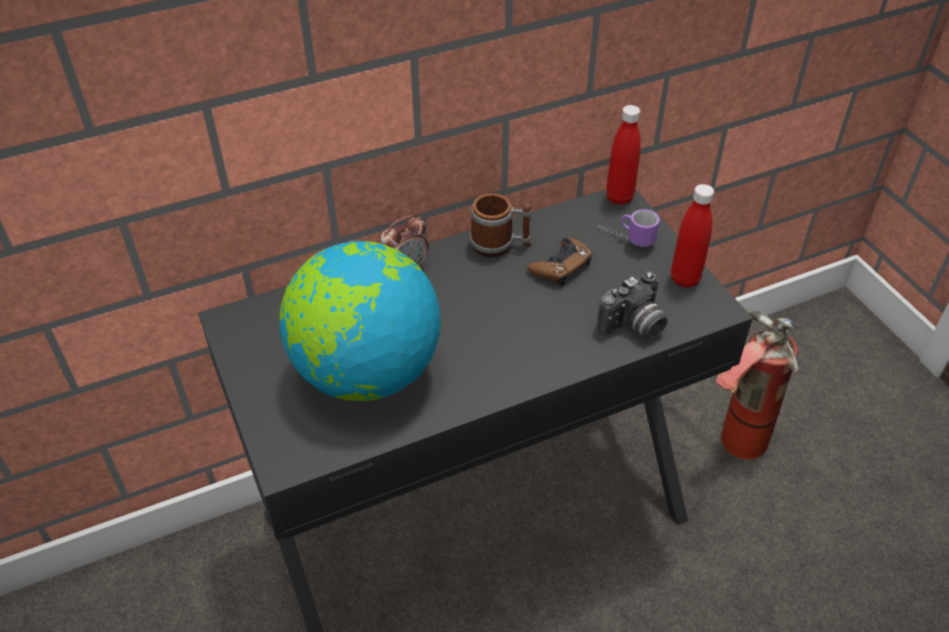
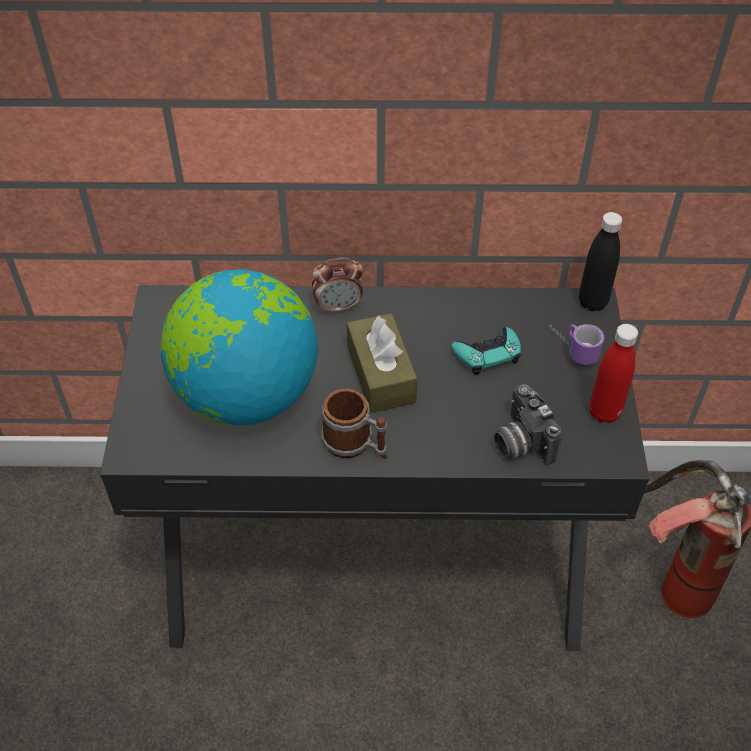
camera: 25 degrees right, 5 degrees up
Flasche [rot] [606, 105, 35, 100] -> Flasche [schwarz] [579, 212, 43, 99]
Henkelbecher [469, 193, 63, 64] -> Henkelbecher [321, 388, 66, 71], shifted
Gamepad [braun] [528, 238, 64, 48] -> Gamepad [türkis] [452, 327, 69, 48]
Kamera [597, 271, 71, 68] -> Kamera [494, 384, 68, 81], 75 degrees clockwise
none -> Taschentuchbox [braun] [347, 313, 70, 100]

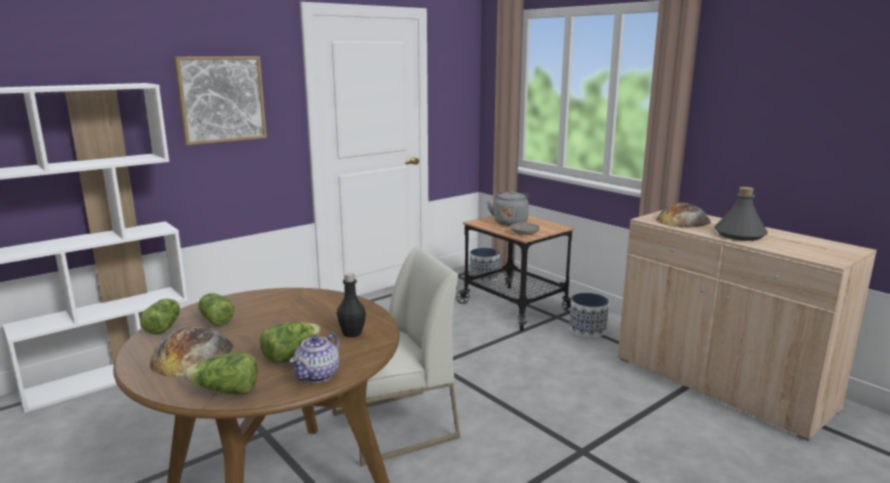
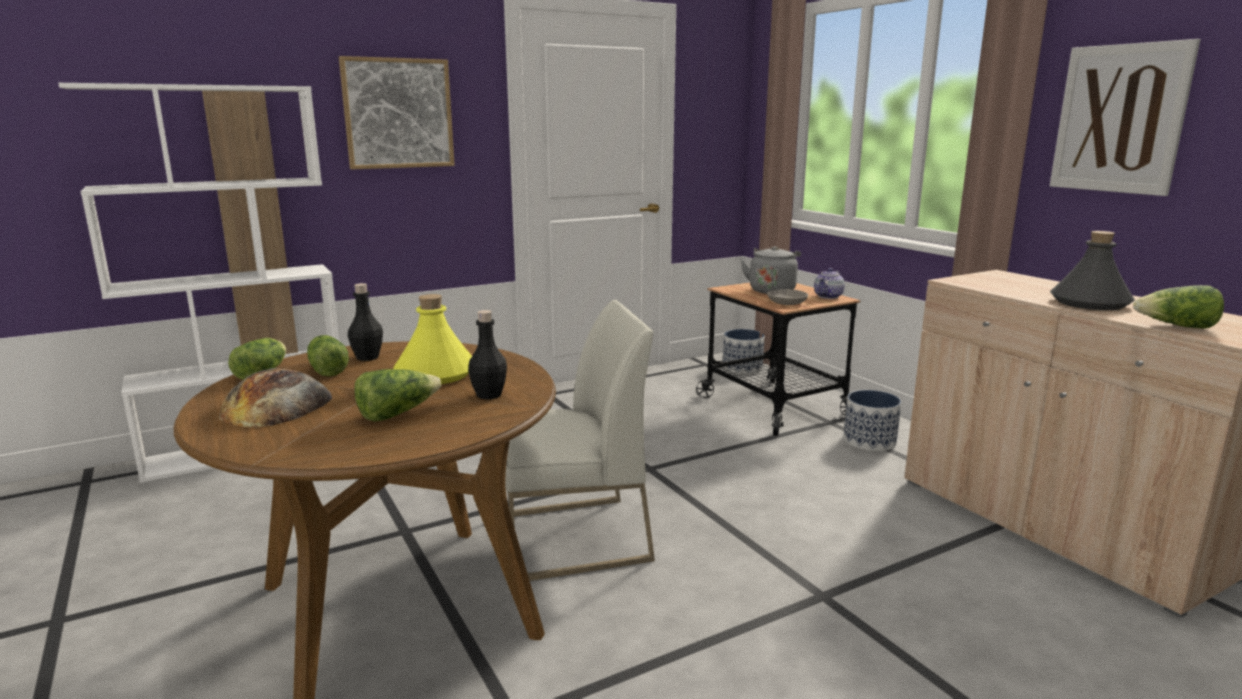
camera: 10 degrees right, 0 degrees up
Brot [656, 203, 55, 25] -> none
Teekanne [290, 332, 50, 51] -> Teekanne [814, 268, 31, 31], shifted
Salatkopf [184, 352, 73, 43] -> Salatkopf [1133, 285, 91, 44], shifted
none -> Bild [1050, 39, 150, 157]
none -> Flasche [schwarz] [348, 283, 35, 78]
none -> Flasche [gelb] [393, 294, 79, 90]

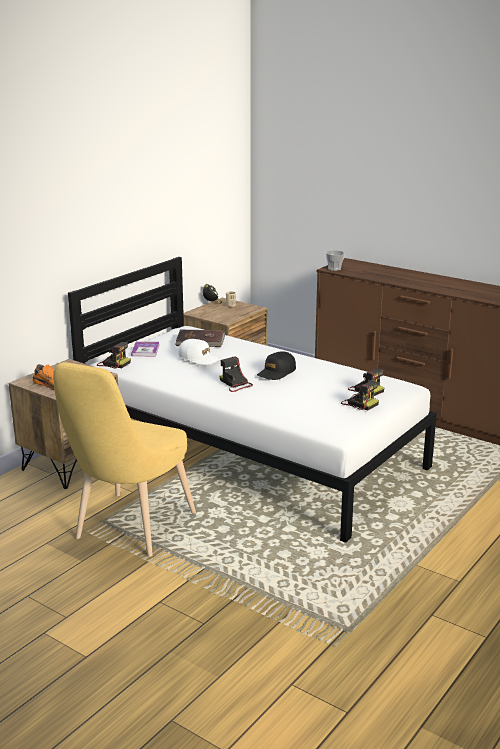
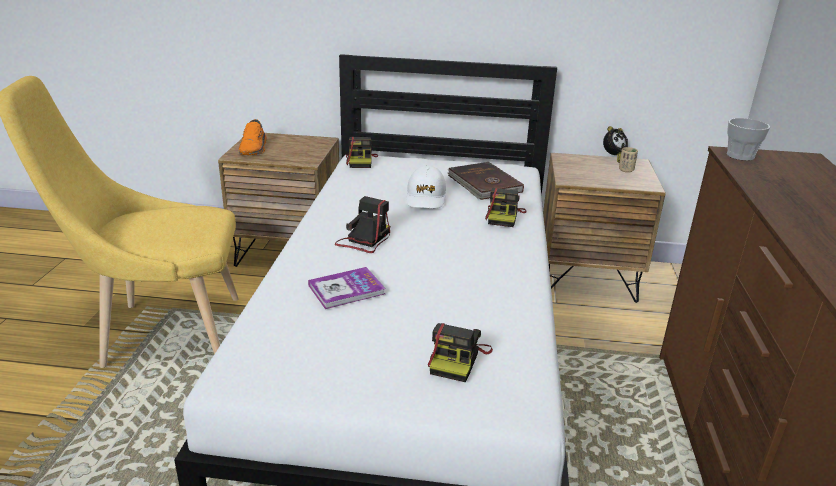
camera: 60 degrees right, 5 degrees up
Buch [131, 342, 28, 14] -> Buch [308, 267, 78, 42], shifted
Kappe [schwarz] [257, 351, 39, 29] -> none
Kamera [341, 381, 38, 29] -> Kamera [485, 188, 42, 39], shifted

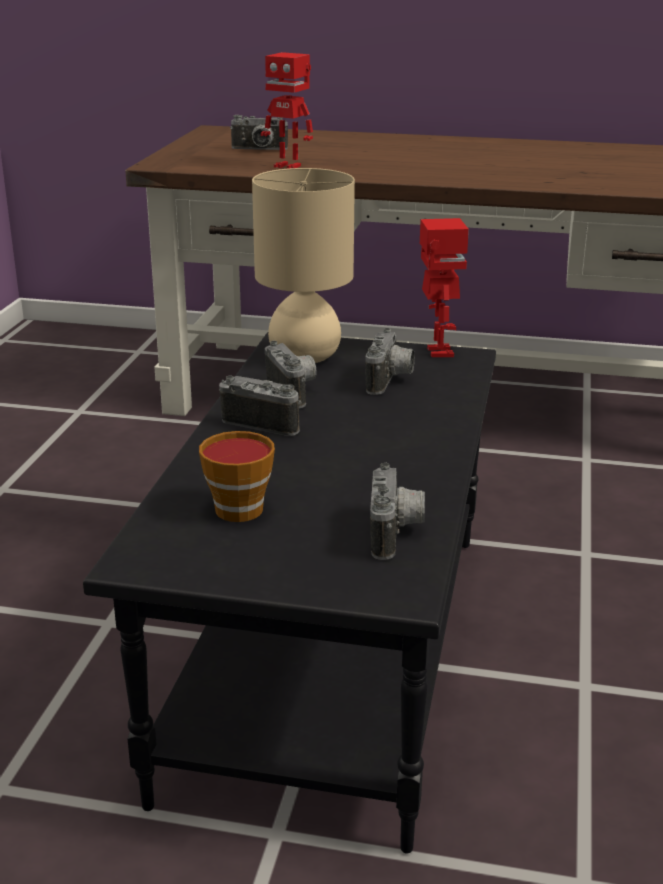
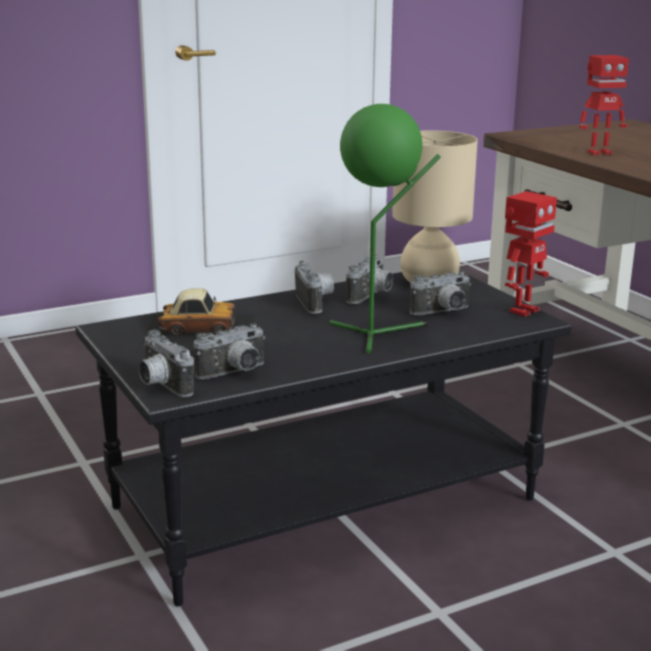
camera: 50 degrees right, 5 degrees down
Spielzeugroboter [261, 52, 52, 117] -> Spielzeugroboter [579, 55, 50, 100], 90 degrees counterclockwise
Kamera [230, 115, 58, 35] -> Kamera [139, 330, 55, 67], shifted
Tasse [199, 431, 76, 91] -> Spielzeugauto [140, 288, 115, 58]
none -> Tischlampe [grün] [329, 104, 112, 250]

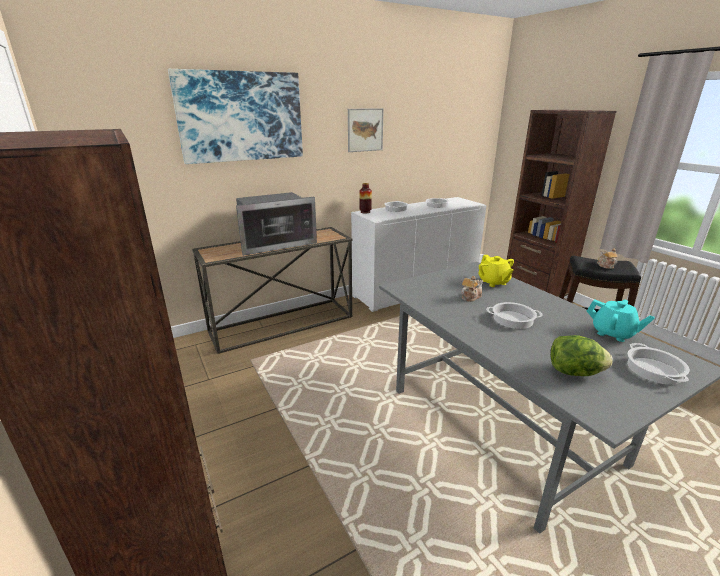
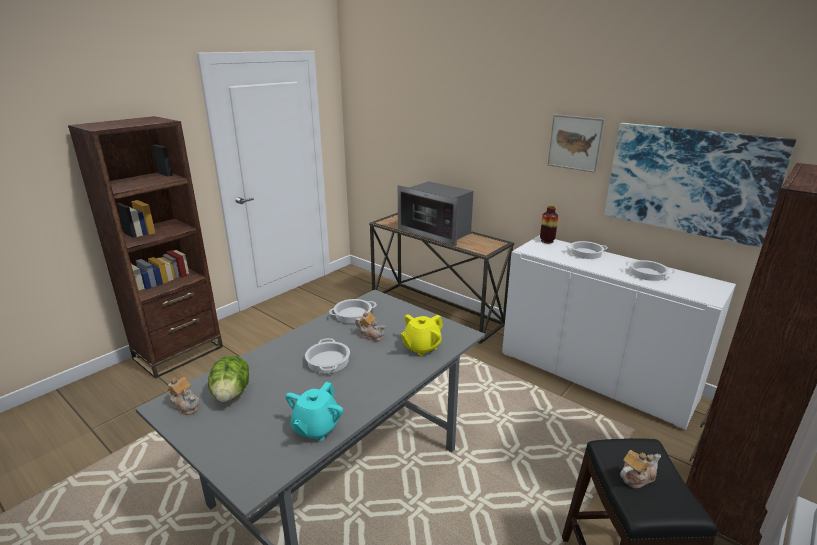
camera: 70 degrees right, 0 degrees up
Bild [168, 69, 135, 95] -> Bild [604, 123, 193, 125], shifted
Kochtopf [627, 343, 63, 42] -> Kochtopf [329, 299, 48, 25], shifted
none -> Teekanne [167, 377, 33, 38]

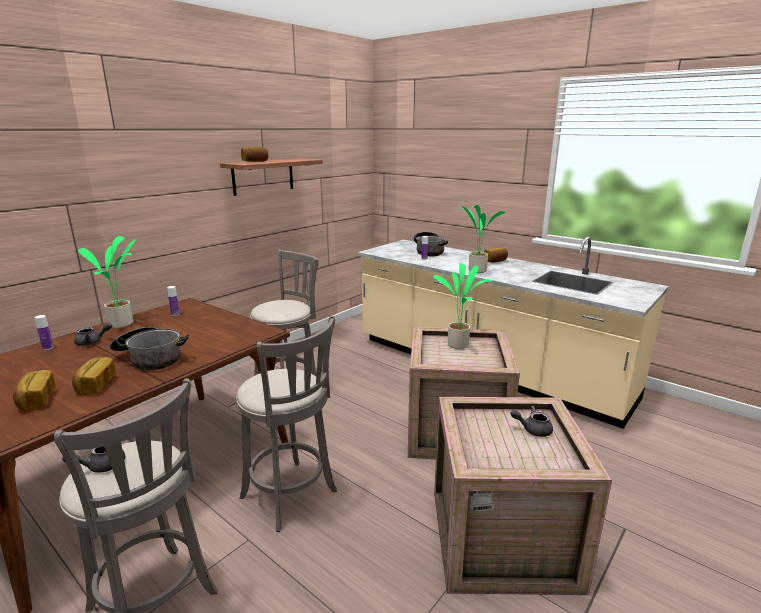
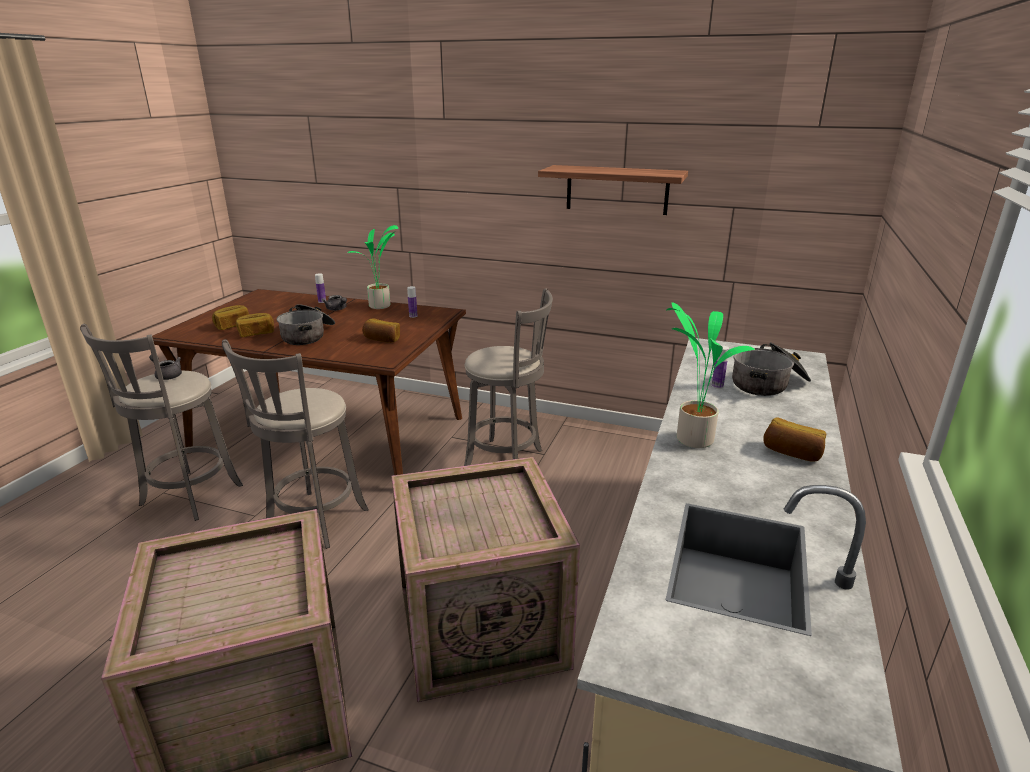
camera: 70 degrees right, 5 degrees up
Brot [241, 147, 27, 15] -> Brot [362, 318, 38, 25], shifted
Topfpflanze [433, 263, 59, 86] -> none
Teekanne [grau] [511, 406, 42, 31] -> none

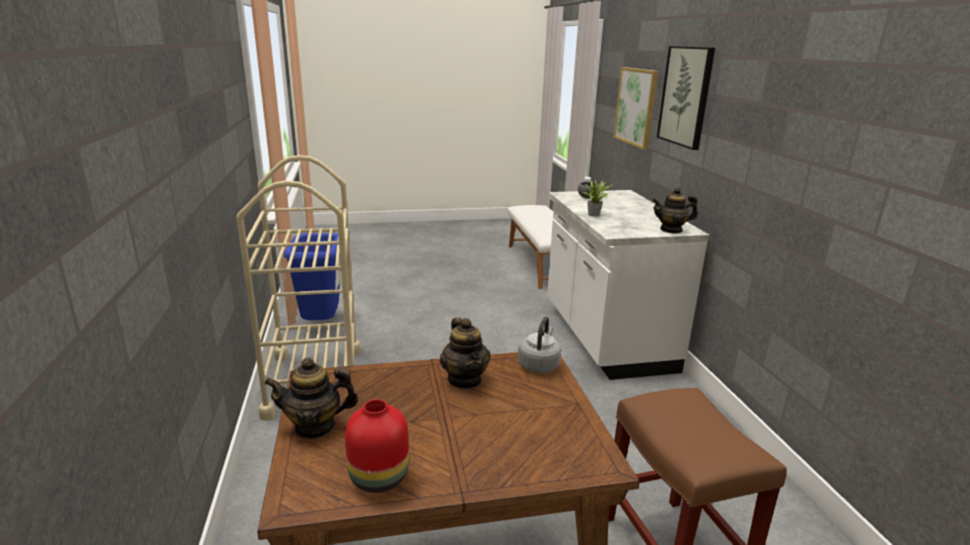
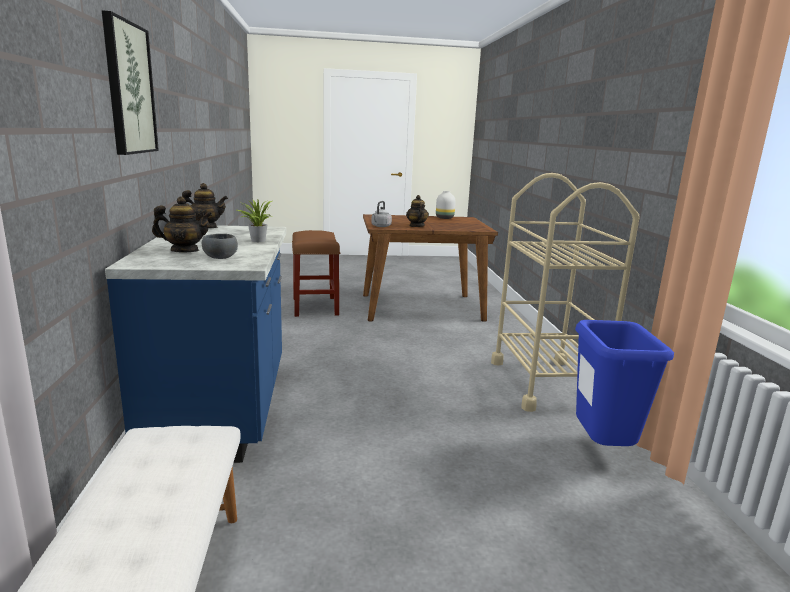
camera: 175 degrees left, 5 degrees down
Bild [614, 67, 45, 82] -> none
Küchenzeile [weiß] [547, 190, 162, 190] -> Küchenzeile [blau] [105, 225, 181, 238]
Teekanne [264, 357, 94, 82] -> Teekanne [152, 197, 60, 55], shifted
Vase [rot] [345, 399, 64, 94] -> Vase [weiß] [436, 191, 20, 28]

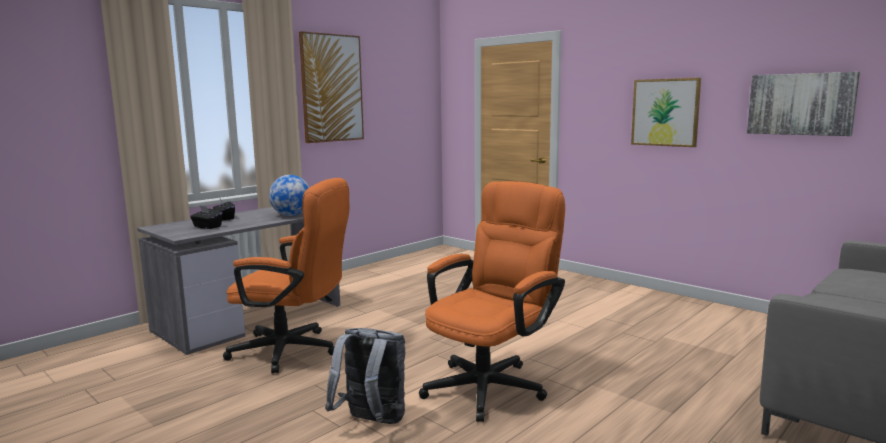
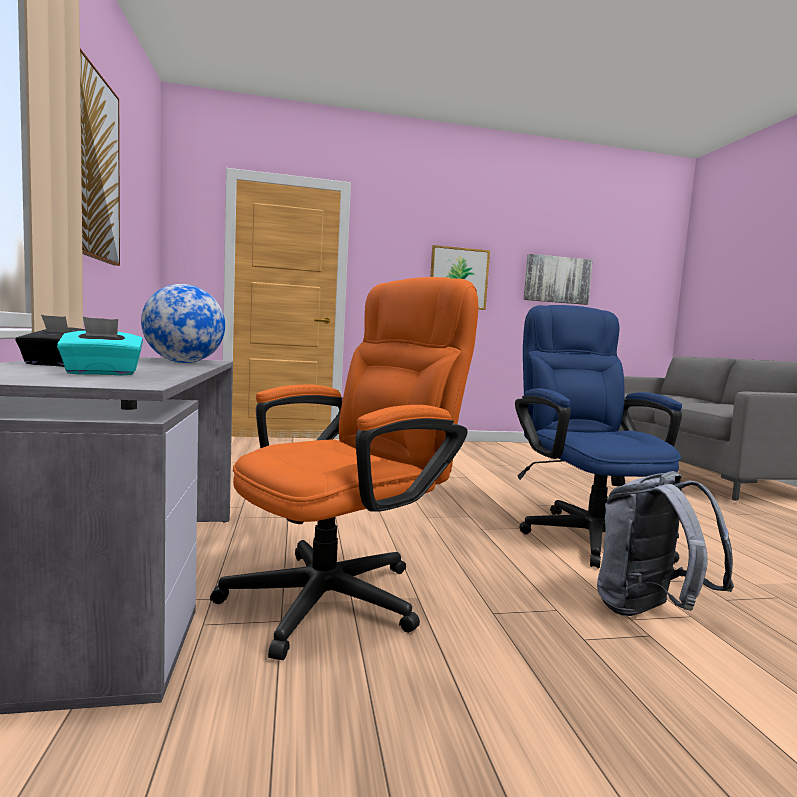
camera: 55 degrees left, 5 degrees down
Bürostuhl [orange] [419, 181, 146, 241] -> Bürostuhl [blau] [515, 305, 167, 264]
Taschentuchbox [schwarz] [190, 205, 33, 24] -> Taschentuchbox [türkis] [57, 317, 86, 58]

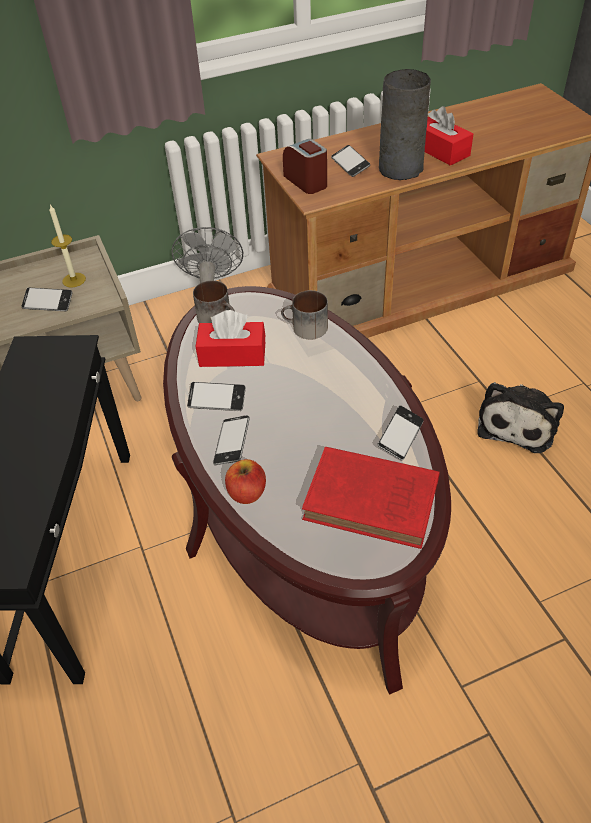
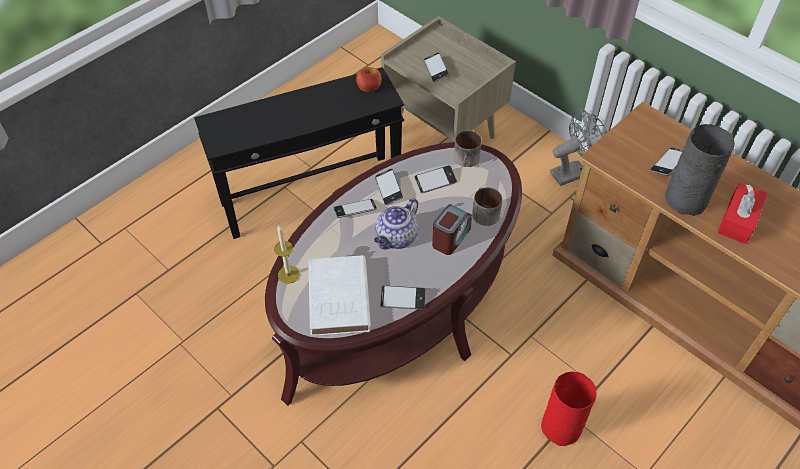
camera: 65 degrees right, 5 degrees up
Wecker [283, 139, 44, 55] -> Wecker [432, 204, 40, 51], shifted
Kerze [49, 204, 37, 84] -> Kerze [274, 225, 25, 59], shifted
Taschentuchbox [rot] [196, 310, 69, 57] -> Handy [414, 165, 43, 28]
Plüschtier [477, 382, 87, 71] -> Vase [rot] [541, 372, 55, 74]
Buch [rot] [302, 447, 137, 102] -> Buch [weiß] [308, 255, 63, 81]
Apfel [225, 459, 41, 45] -> Apfel [356, 67, 26, 25], shifted
none -> Teekanne [374, 198, 44, 52]

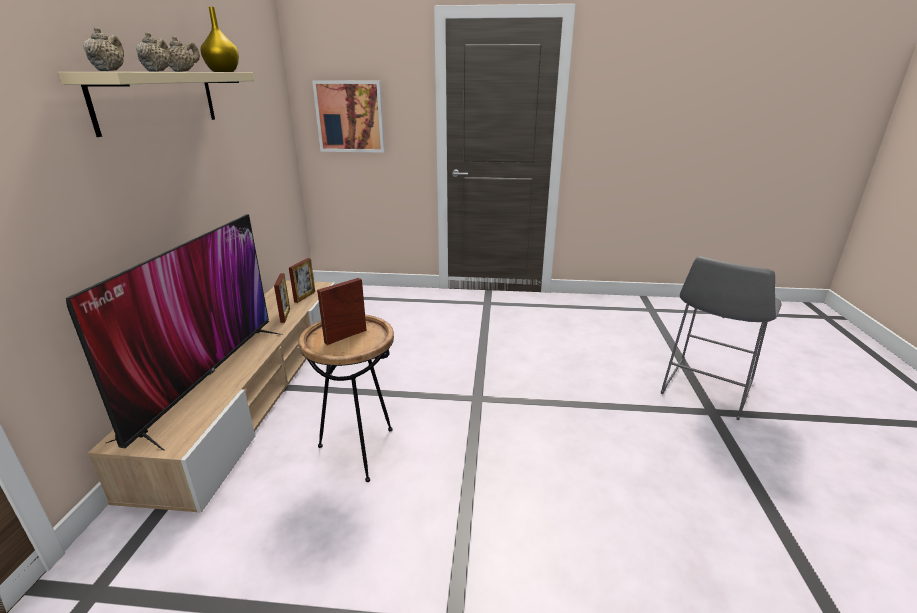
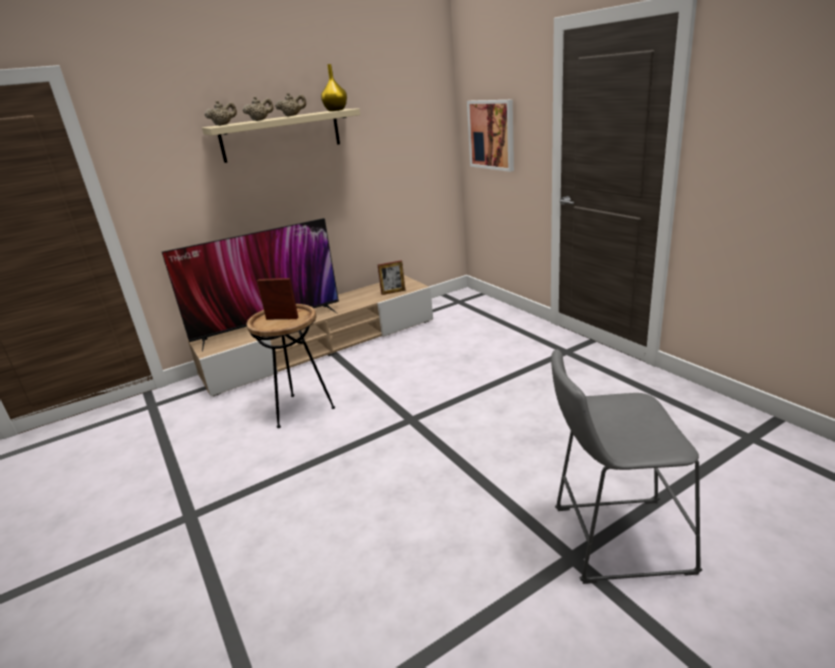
camera: 55 degrees right, 0 degrees up
Bilderrahmen [274, 273, 16, 50] -> none

